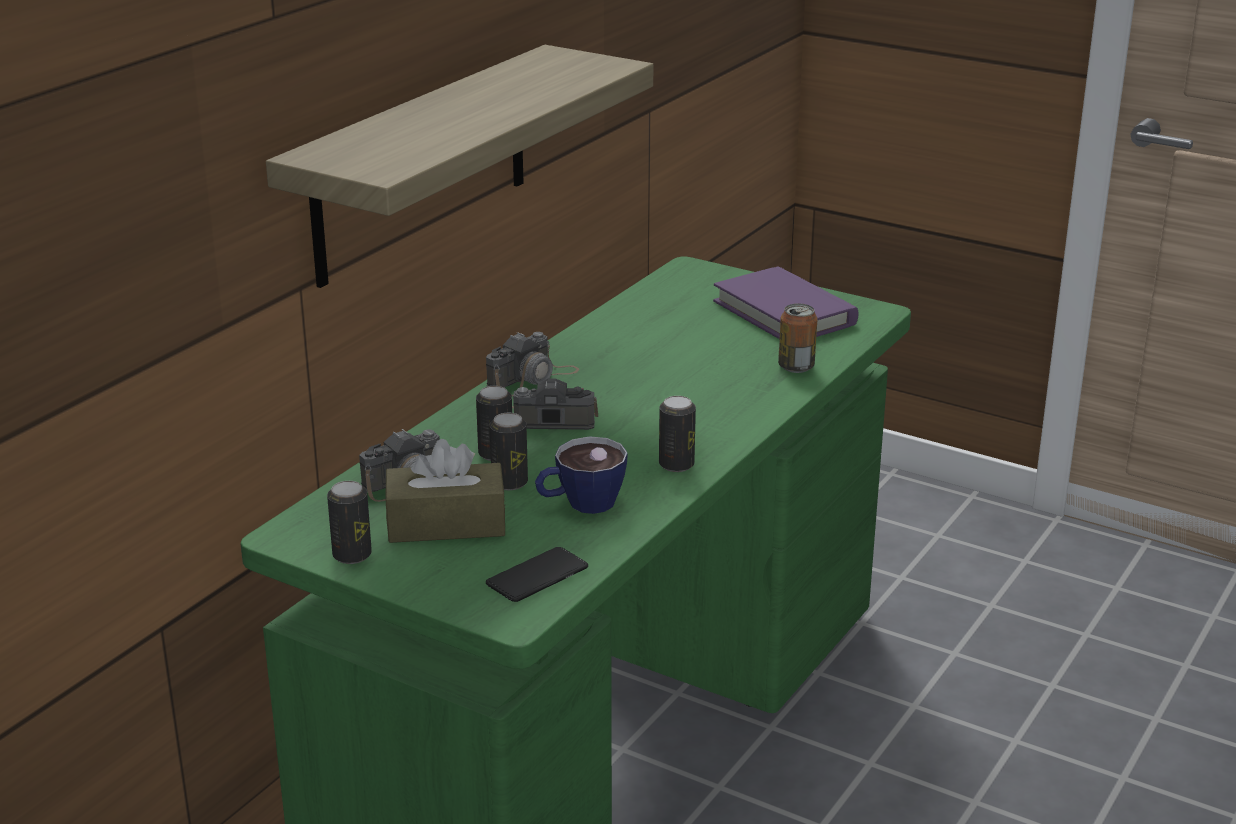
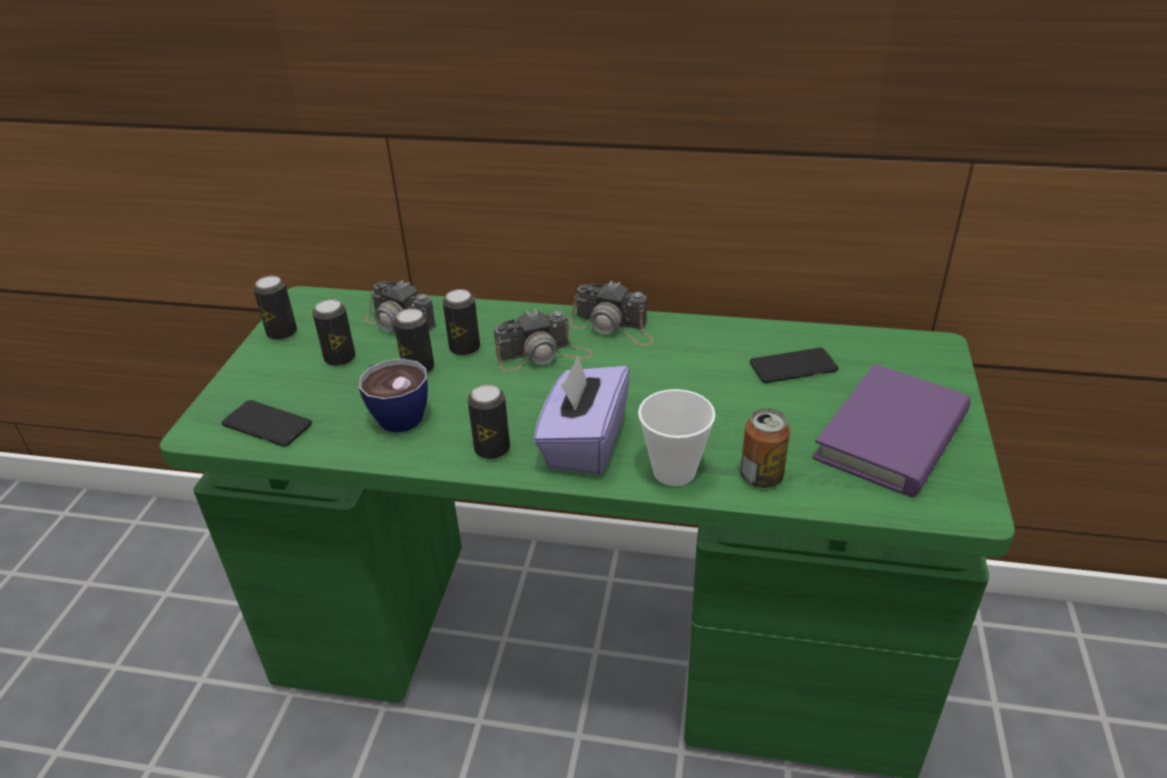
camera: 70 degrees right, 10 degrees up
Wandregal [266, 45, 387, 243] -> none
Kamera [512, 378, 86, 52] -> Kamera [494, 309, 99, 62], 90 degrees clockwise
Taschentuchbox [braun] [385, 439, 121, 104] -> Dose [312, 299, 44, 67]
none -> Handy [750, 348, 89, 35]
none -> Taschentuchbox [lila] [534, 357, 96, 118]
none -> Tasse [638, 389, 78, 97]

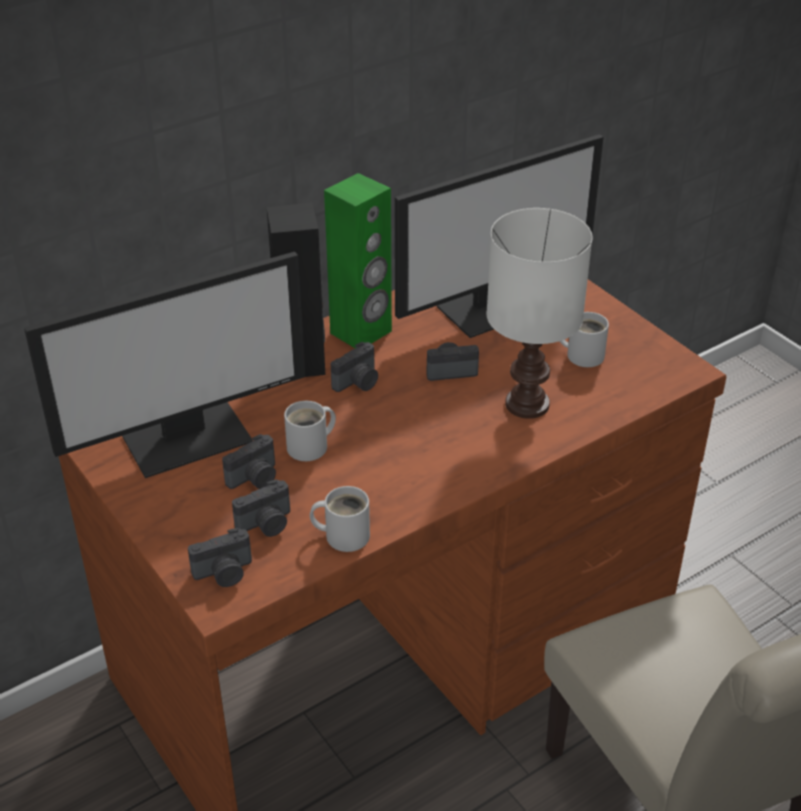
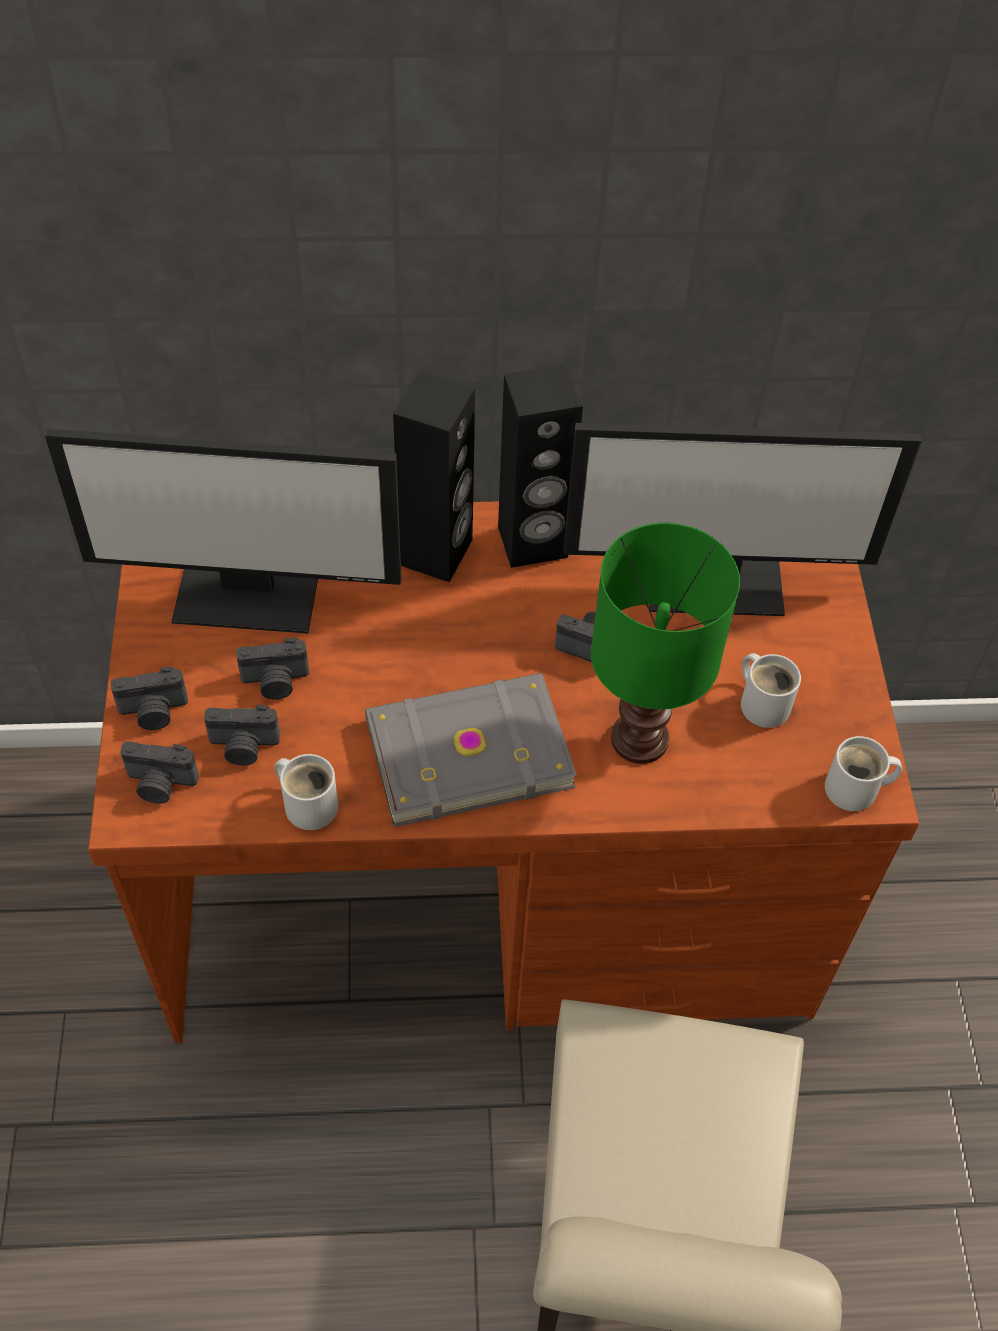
camera: 30 degrees right, 15 degrees up
Lautsprecher [grün] [324, 173, 68, 175] -> Lautsprecher [schwarz] [498, 365, 85, 203]
Tischlampe [weiß] [486, 208, 107, 211] -> Tischlampe [grün] [591, 523, 149, 241]
Kamera [331, 342, 47, 50] -> Kamera [111, 667, 77, 63], shifted
Henkelbecher [weiß] [284, 401, 52, 60] -> Henkelbecher [weiß] [825, 736, 78, 75], shifted
none -> Buch [grau] [365, 673, 212, 154]

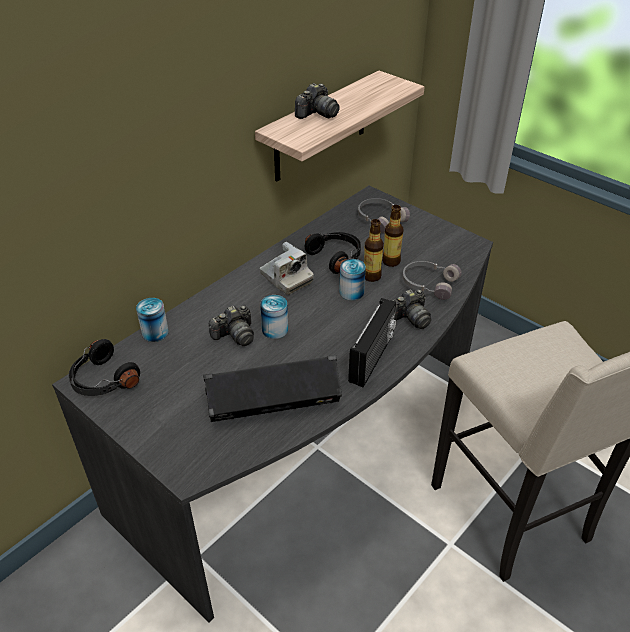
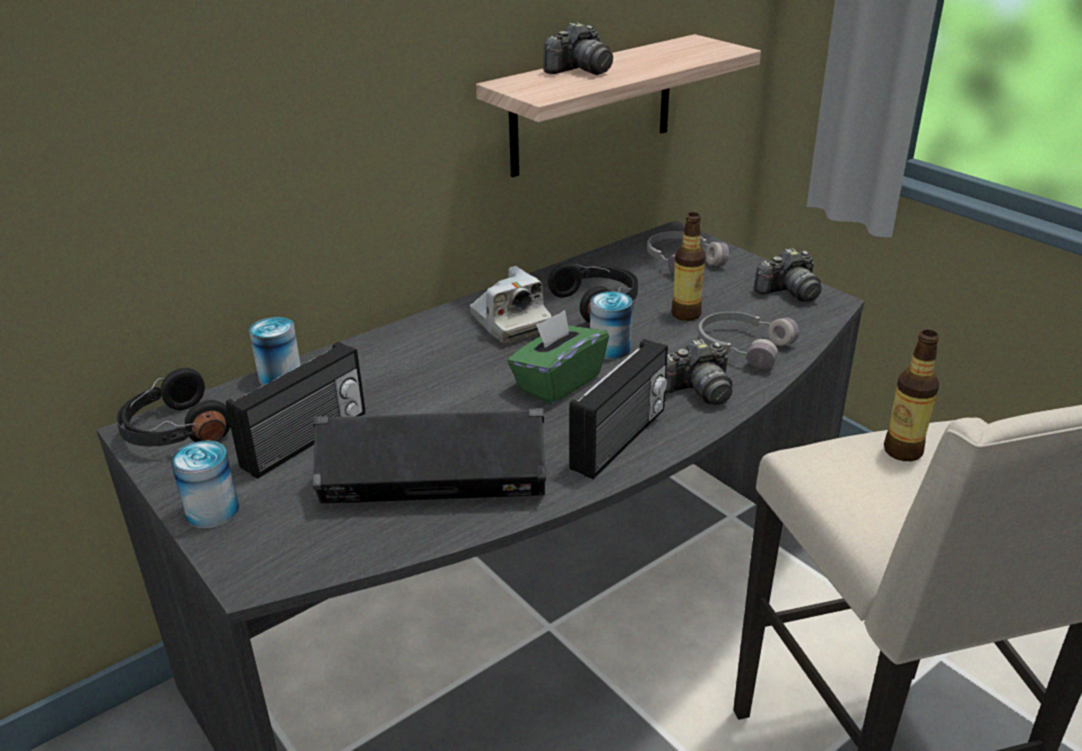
camera: 10 degrees right, 10 degrees down
Flasche [364, 219, 20, 63] -> Flasche [884, 330, 56, 131], shifted
Dose [260, 295, 28, 44] -> Dose [171, 441, 68, 88], shifted
Kamera [209, 305, 45, 41] -> Kamera [754, 248, 68, 54], shifted
none -> Taschentuchbox [grün] [507, 310, 102, 94]
none -> Radio [226, 342, 139, 137]

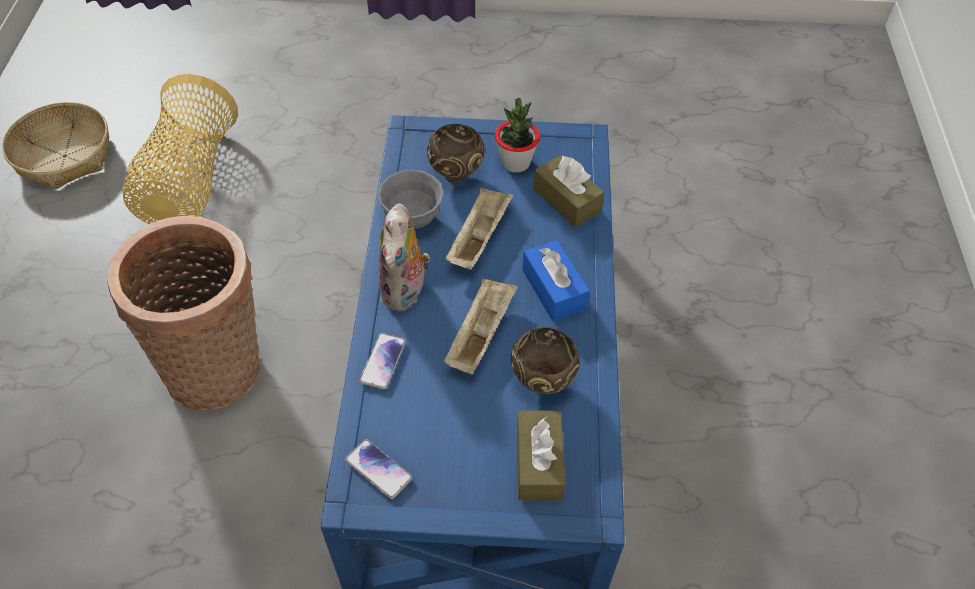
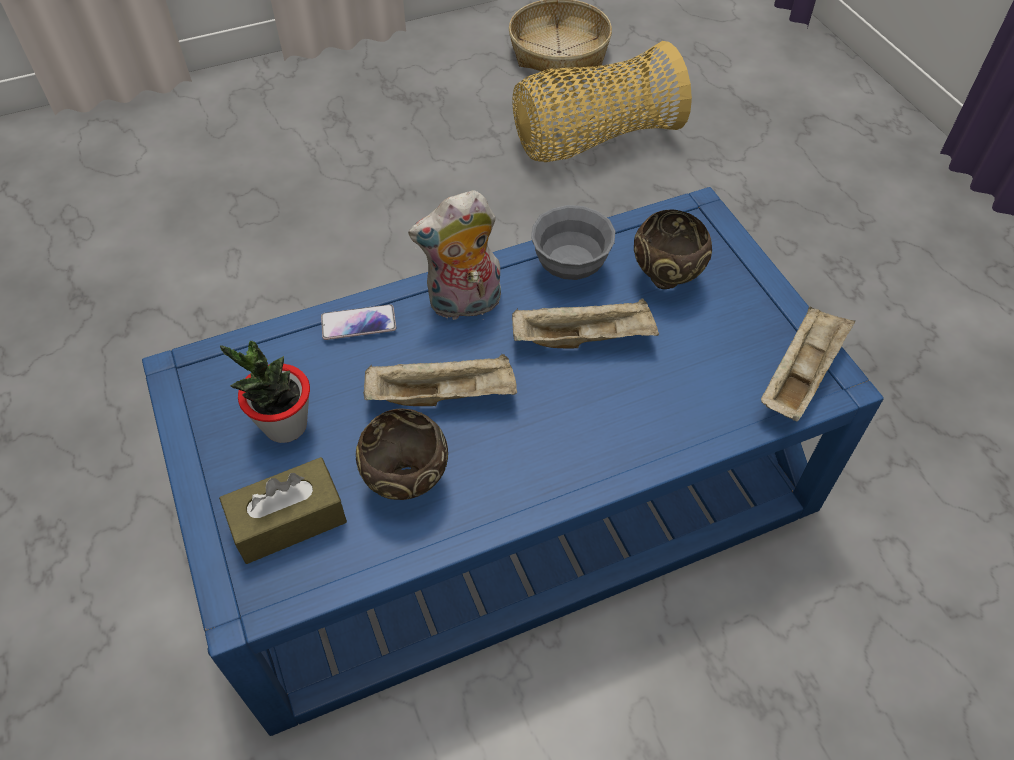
camera: 65 degrees right, 0 degrees up
Topfpflanze [495, 98, 45, 75] -> Topfpflanze [220, 341, 90, 102], shifted
Taschentuchbox [braun] [533, 155, 72, 73] -> none
Korb [107, 216, 153, 195] -> none
Taschentuchbox [blau] [522, 240, 68, 81] -> none
Handy [345, 439, 67, 60] -> none
none -> Tablett [beige] [761, 306, 94, 115]

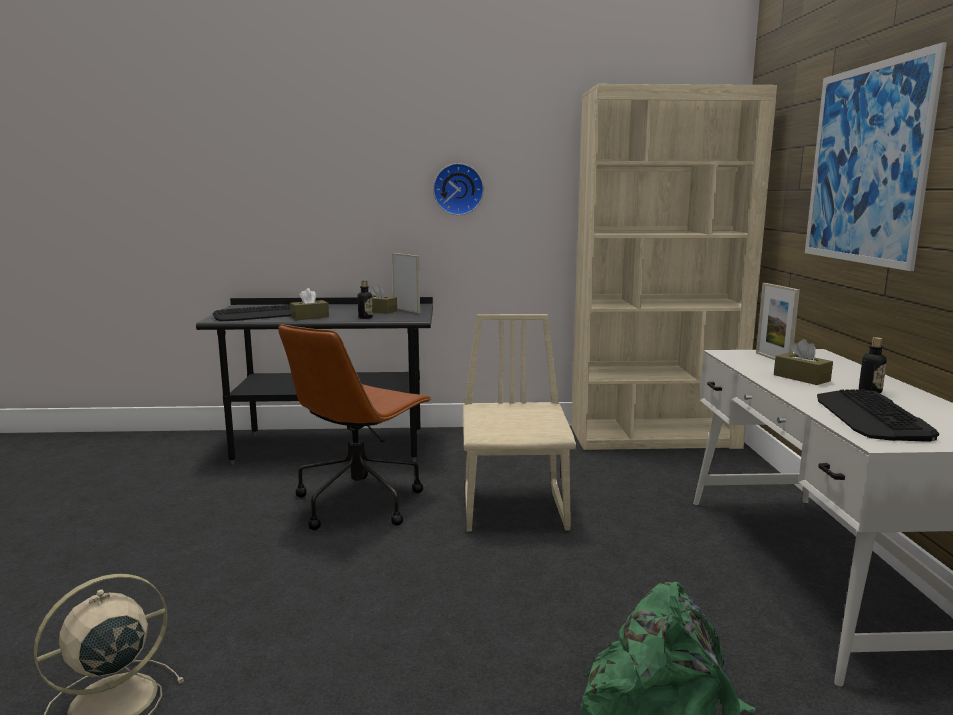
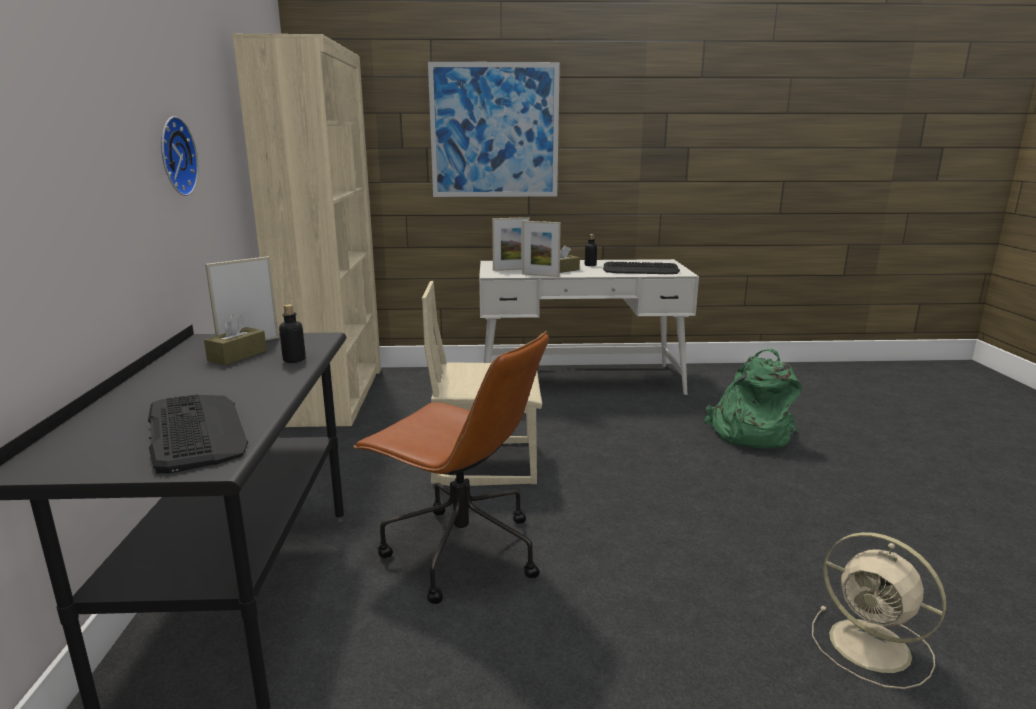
camera: 90 degrees left, 5 degrees up
Taschentuchbox [braun] [290, 288, 39, 32] -> none
none -> Bilderrahmen [522, 221, 39, 56]

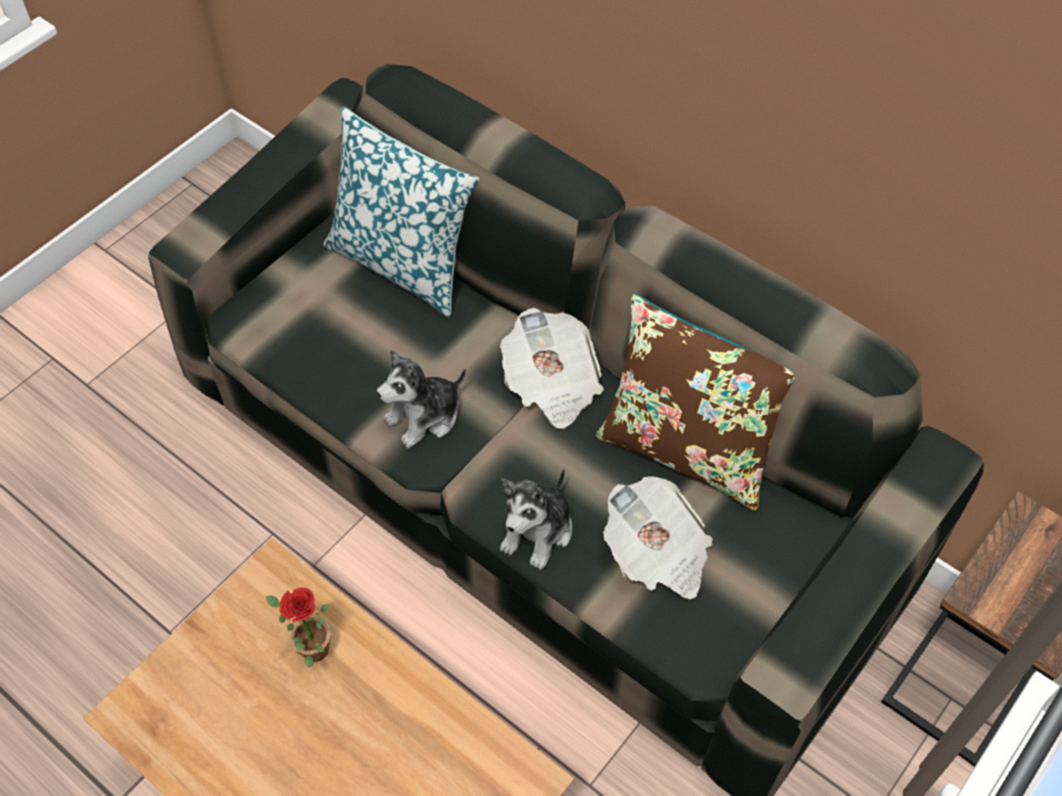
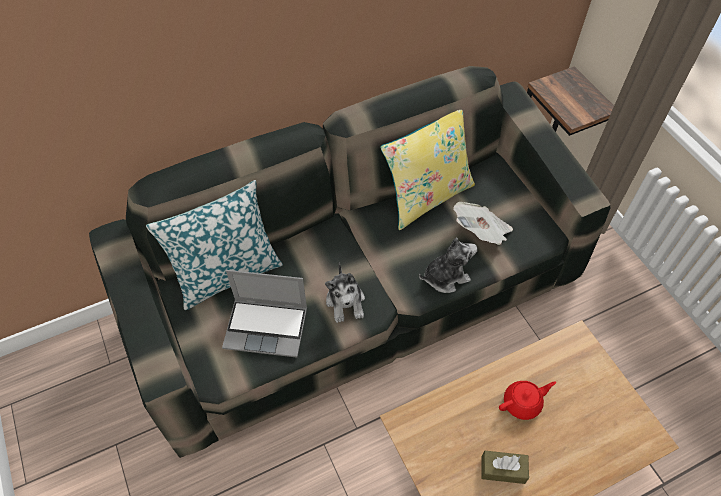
camera: 65 degrees left, 0 degrees up
Kissen [braun] [595, 294, 200, 217] -> Kissen [gelb] [380, 110, 95, 120]
Zeitung [500, 308, 104, 121] -> none
Plüschtier [500, 468, 72, 102] -> Plüschtier [419, 237, 59, 56], 75 degrees counterclockwise
Topfpflanze [266, 588, 65, 80] -> none
none -> Laptop [222, 270, 85, 88]
none -> Teekanne [rot] [499, 381, 57, 39]
none -> Taschentuchbox [braun] [481, 451, 48, 33]

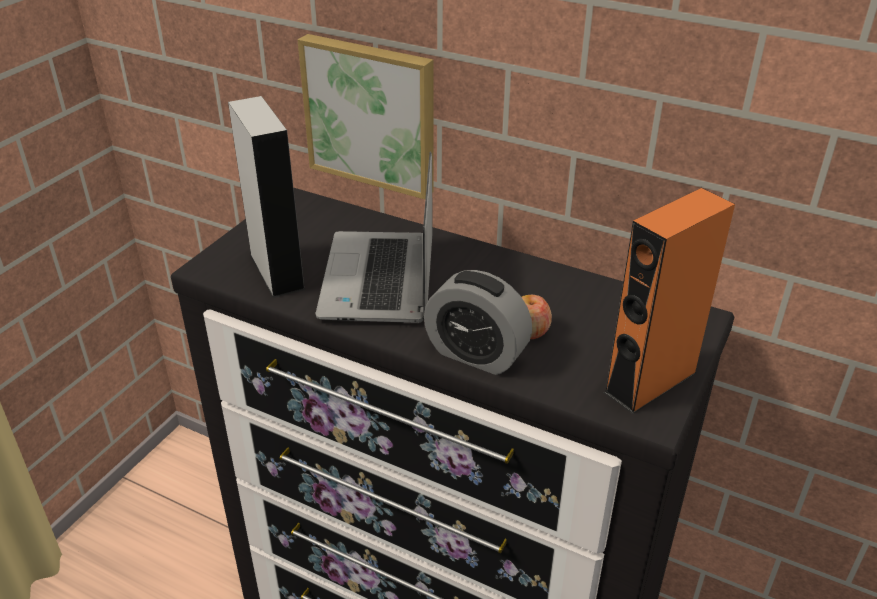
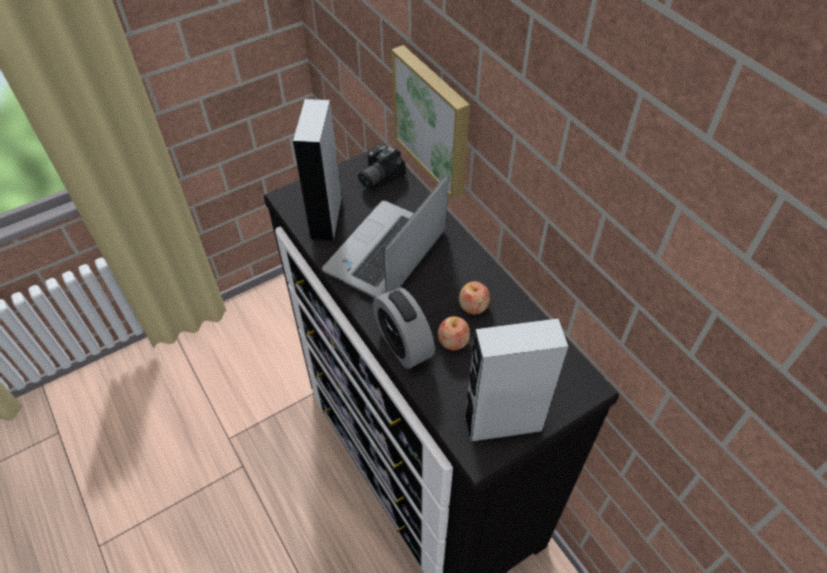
camera: 30 degrees right, 15 degrees up
Lautsprecher [orange] [603, 188, 132, 226] -> Lautsprecher [grau] [464, 318, 104, 125]
none -> Kamera [358, 144, 47, 44]
none -> Apfel [459, 281, 31, 33]

